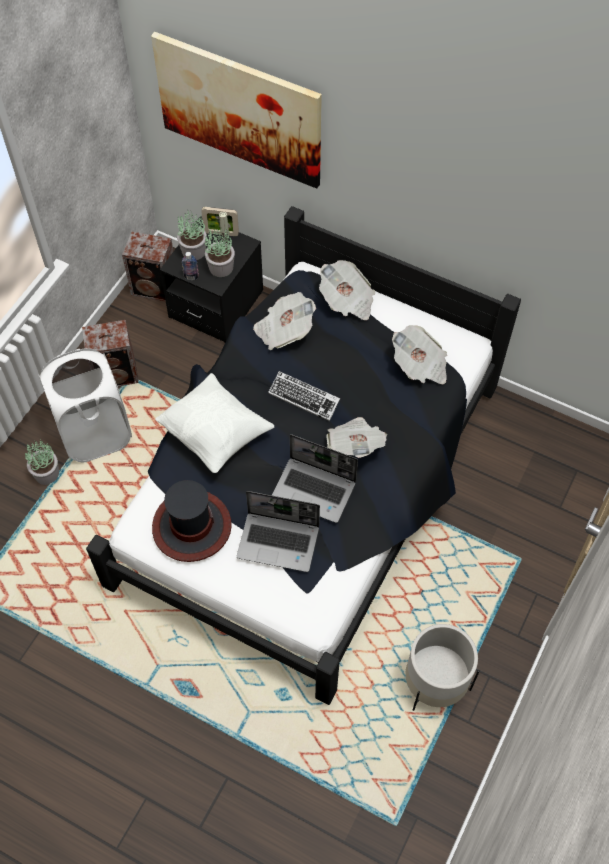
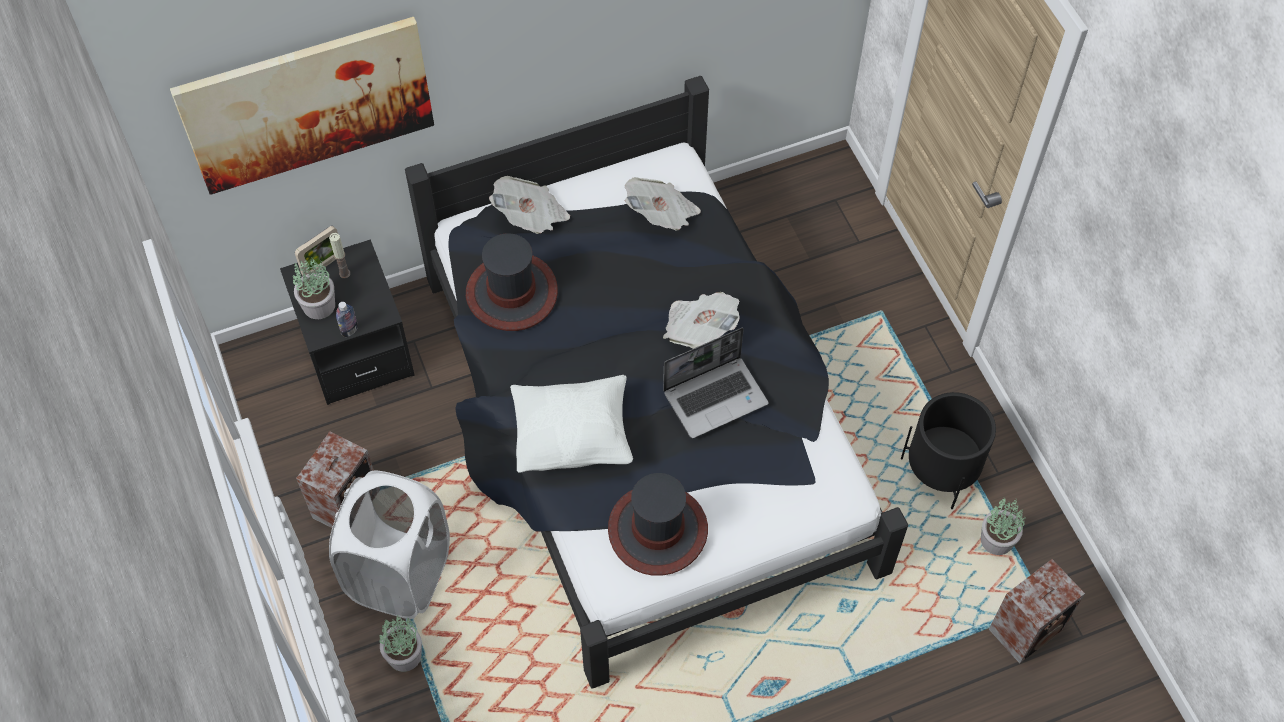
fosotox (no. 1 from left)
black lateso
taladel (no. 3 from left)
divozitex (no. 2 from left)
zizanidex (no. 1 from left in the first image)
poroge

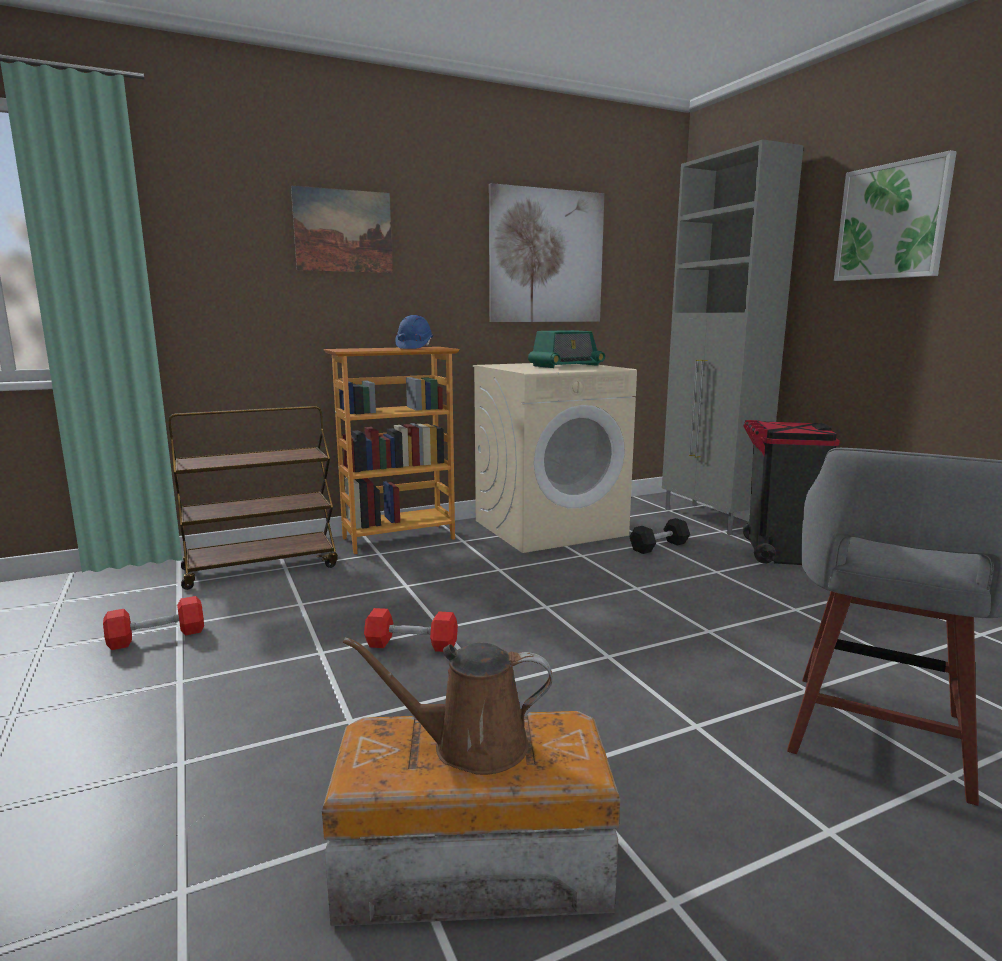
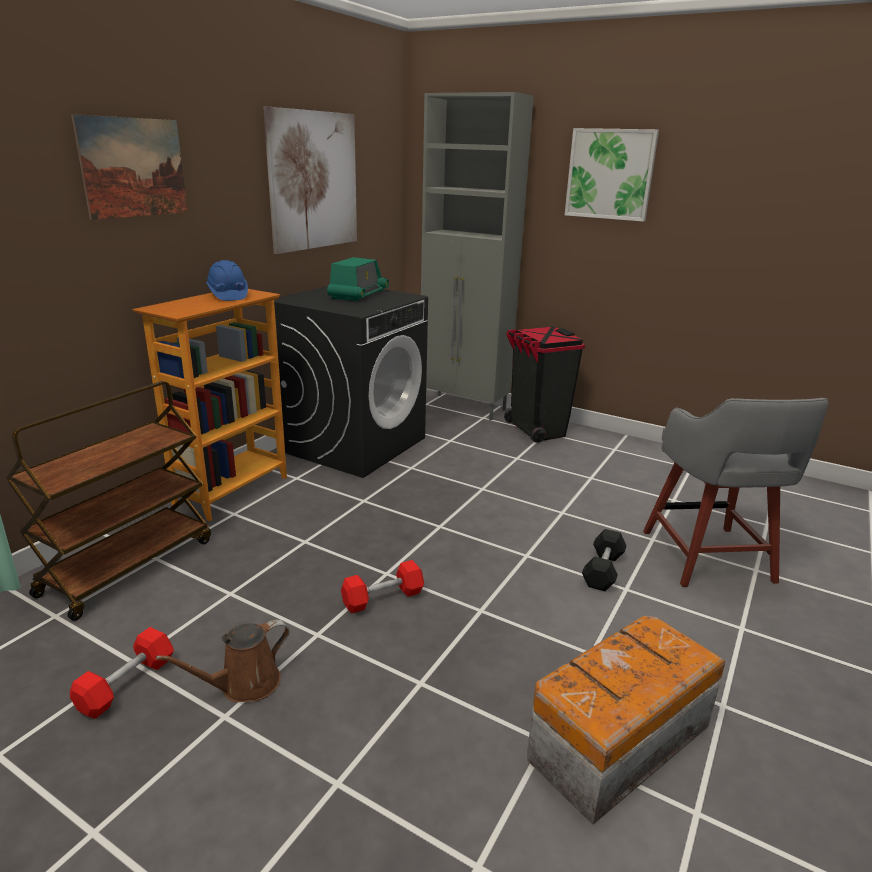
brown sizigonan
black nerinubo
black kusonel

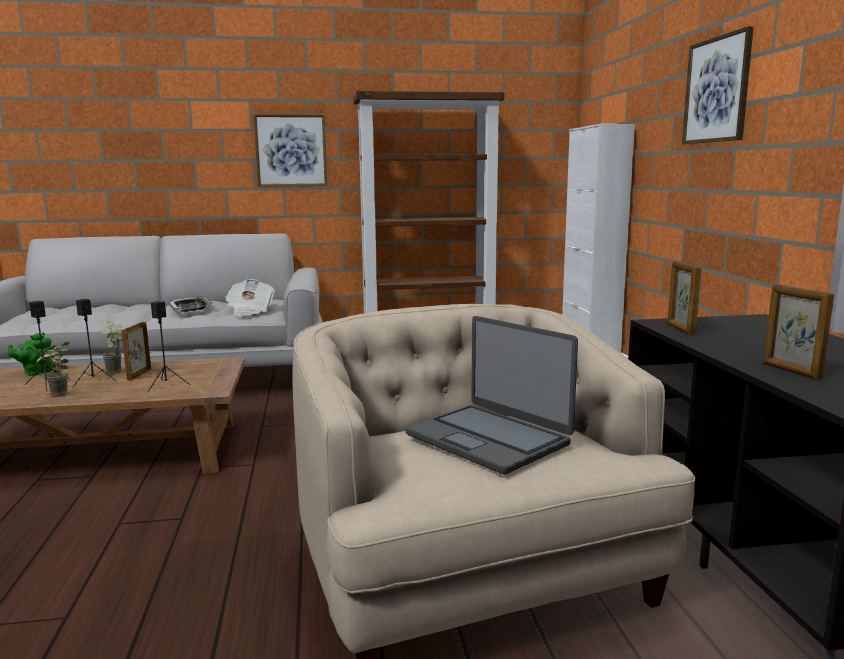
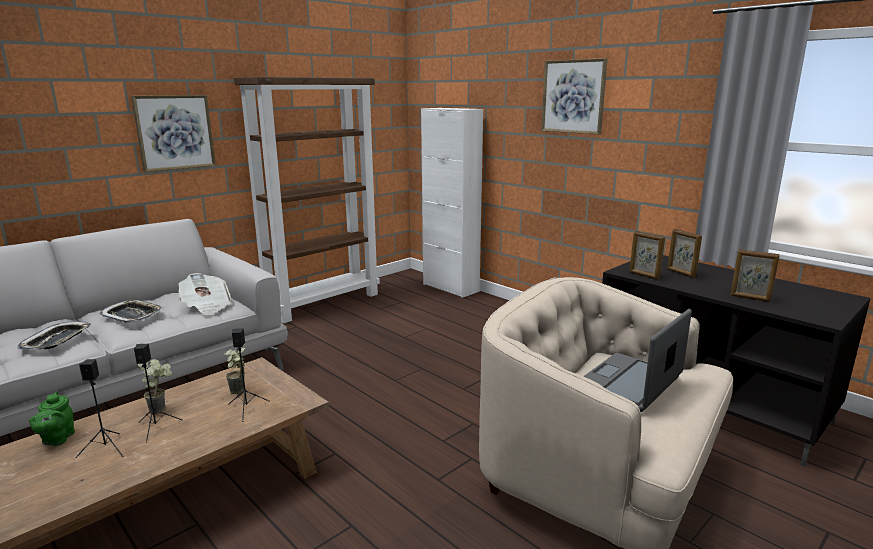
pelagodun (no. 1 from left)
taladel (no. 2 from left)
zizanidex
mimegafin (no. 2 from left)

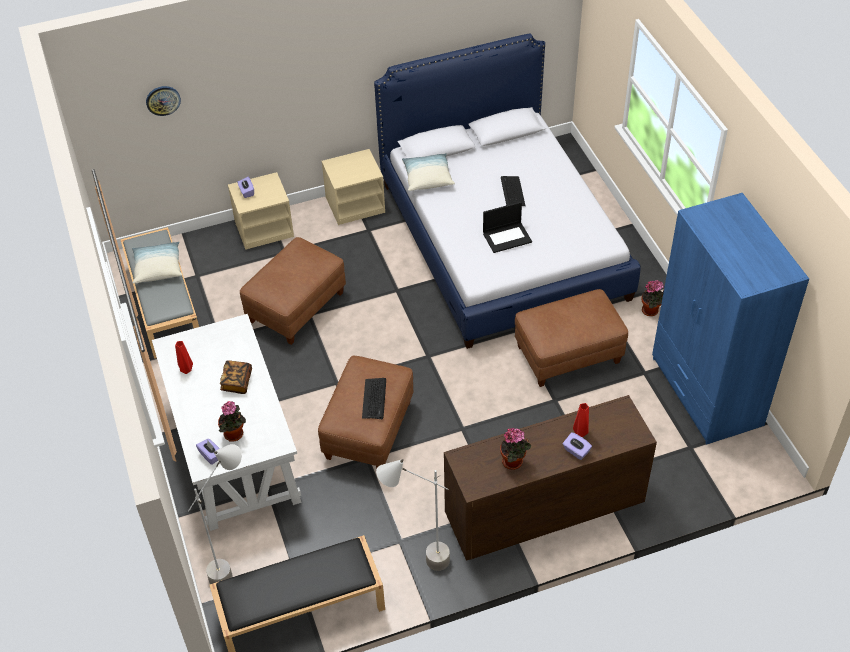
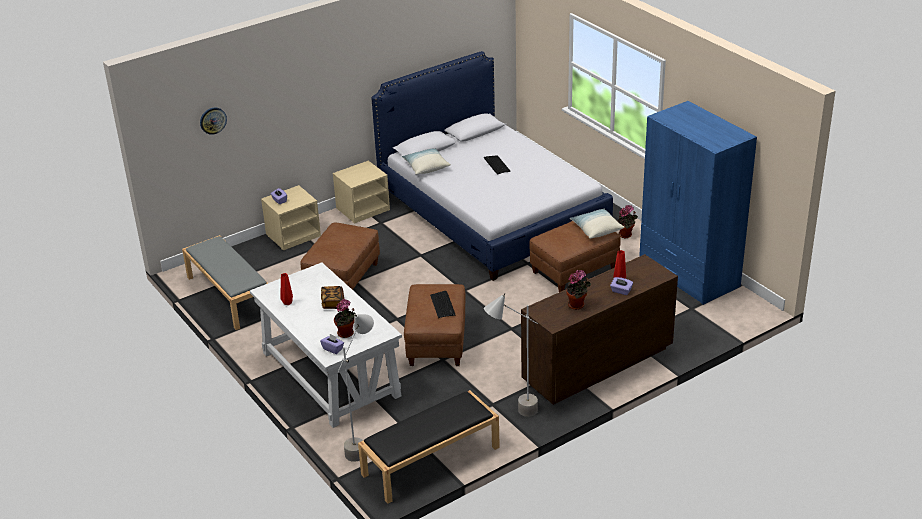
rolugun (no. 2 from left)
zizanidex

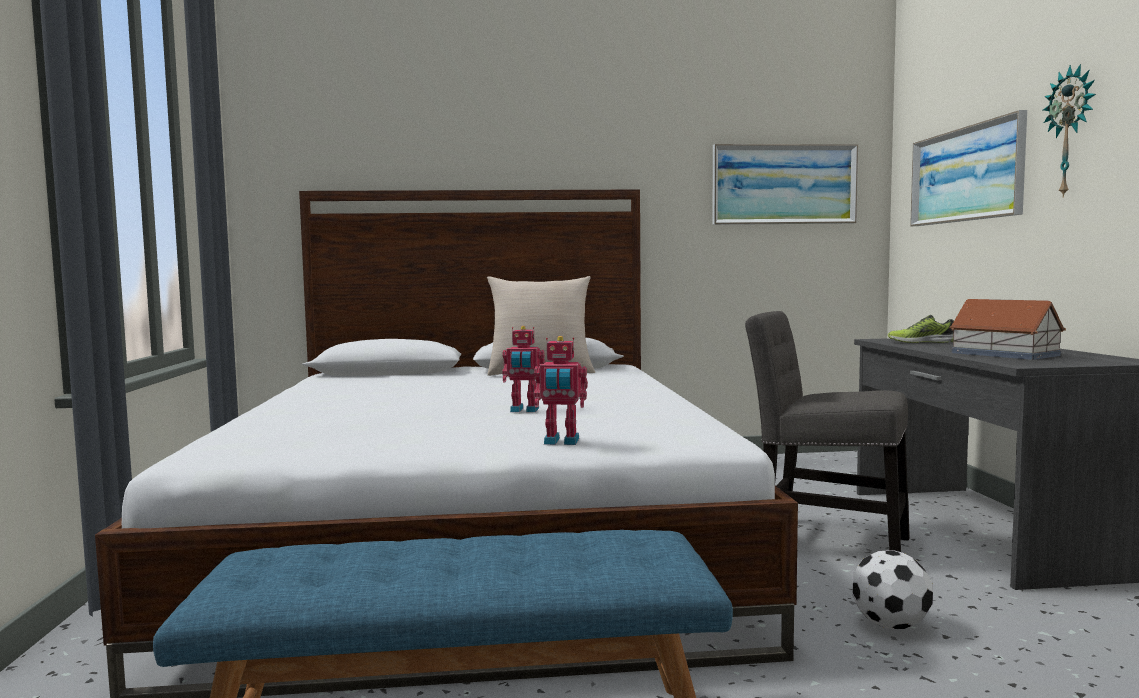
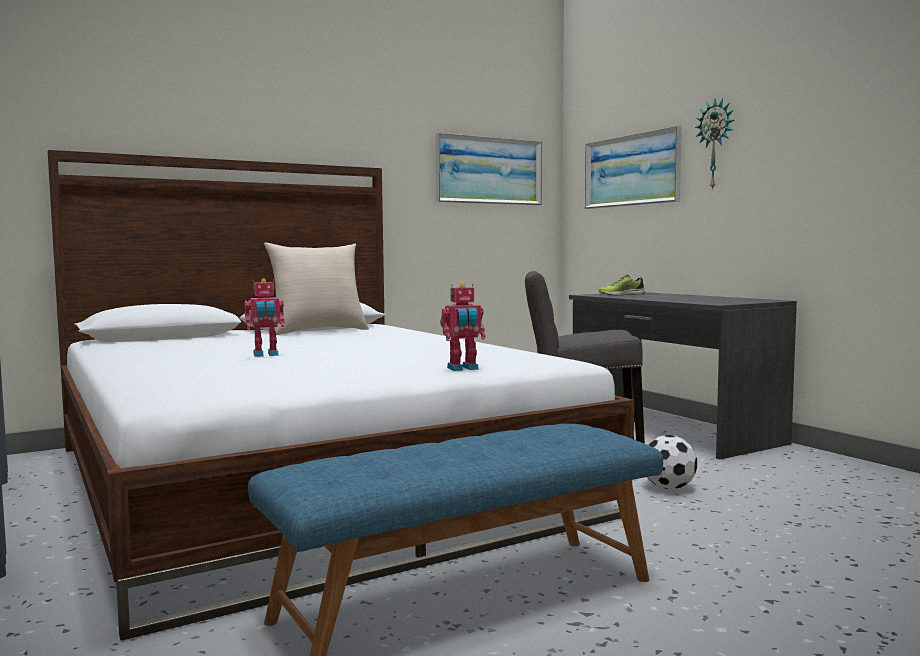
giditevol (no. 1 from left)
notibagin

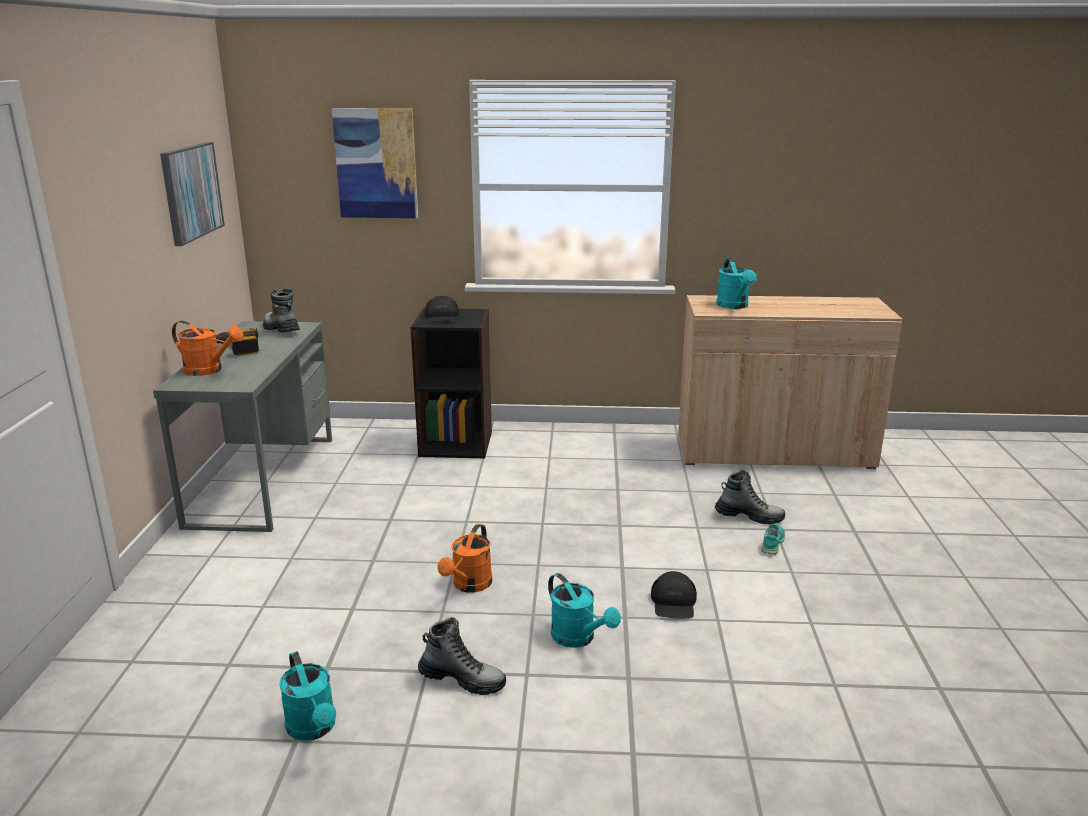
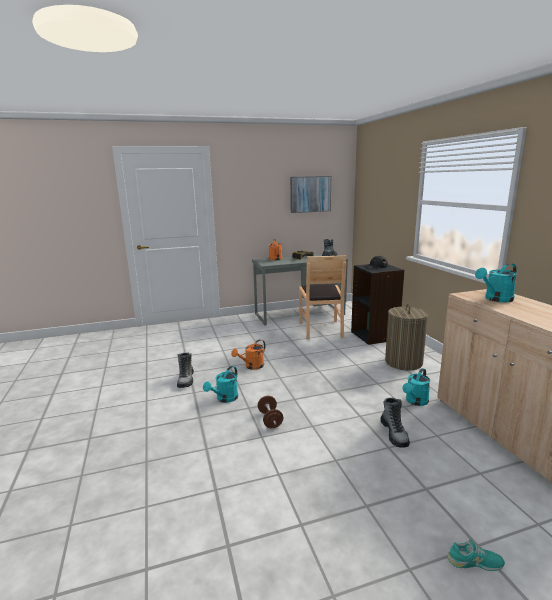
orange sizigonan (no. 1 from left)
brown kusonel
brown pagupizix
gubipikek
turquoise sizigonan (no. 2 from left)
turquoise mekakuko
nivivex (no. 2 from left in the first image)

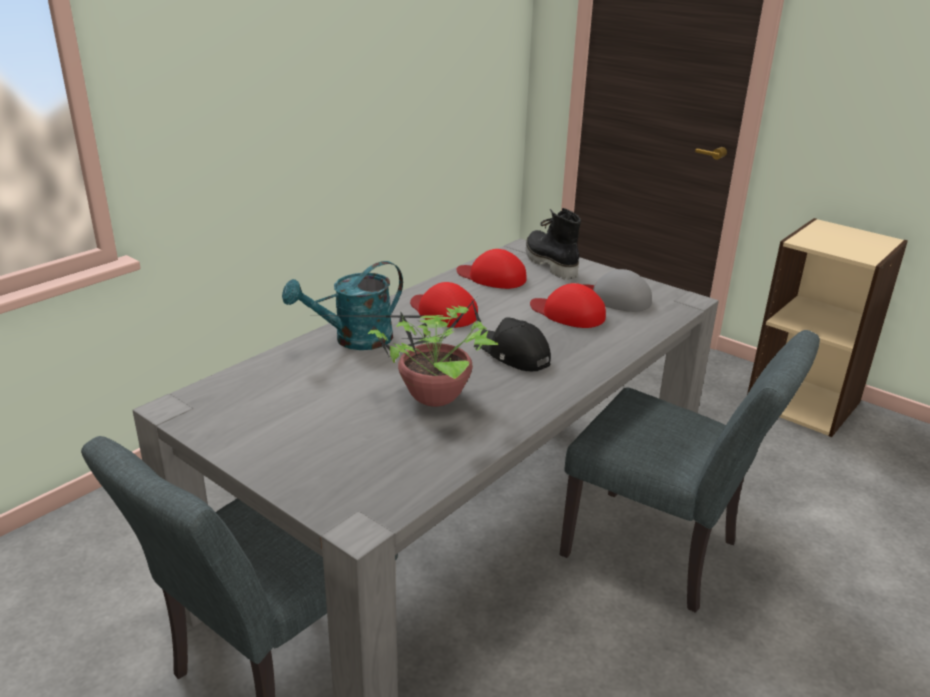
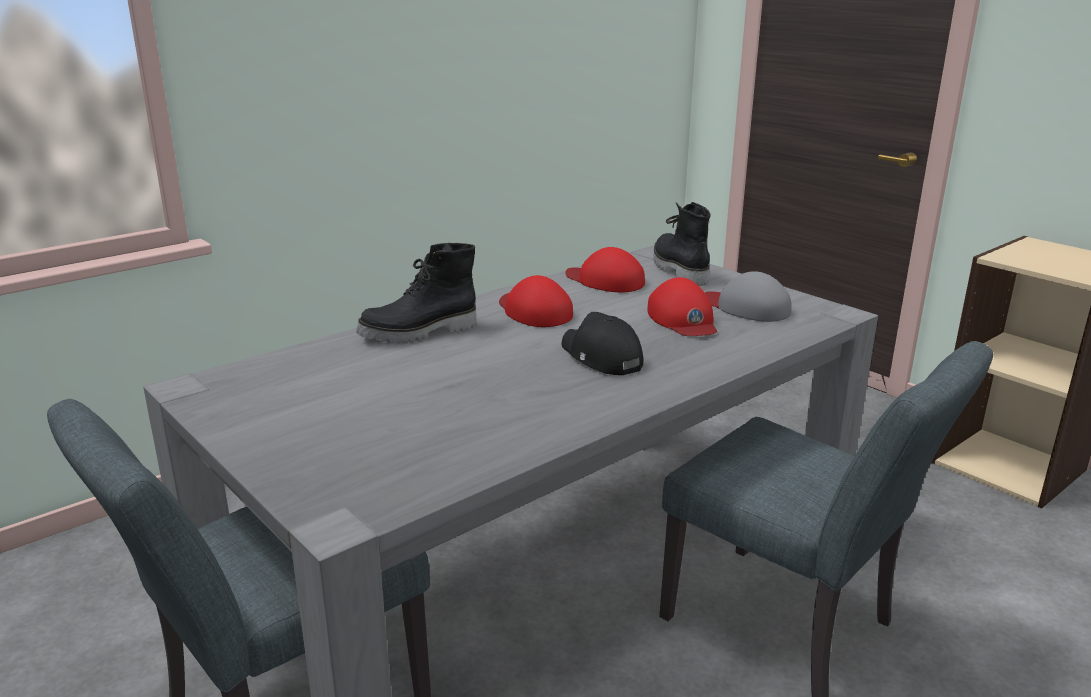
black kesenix (no. 1 from left)
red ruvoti (no. 3 from left)
taladel

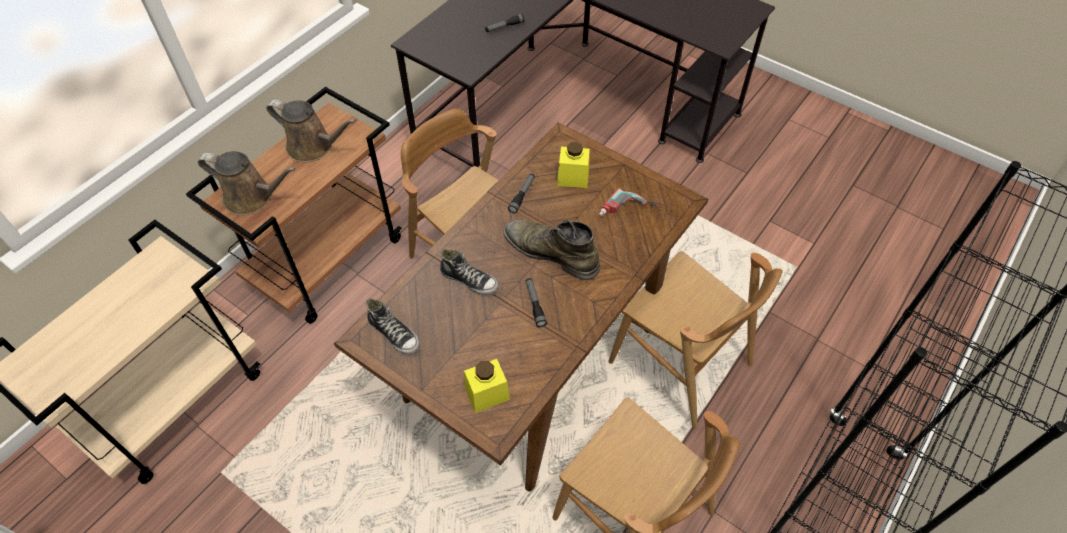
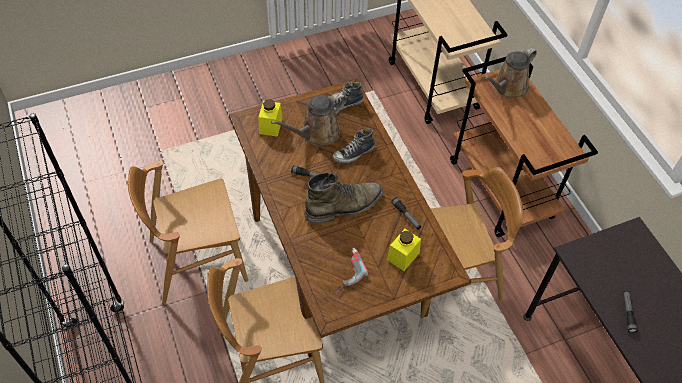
brown sizigonan (no. 1 from left)

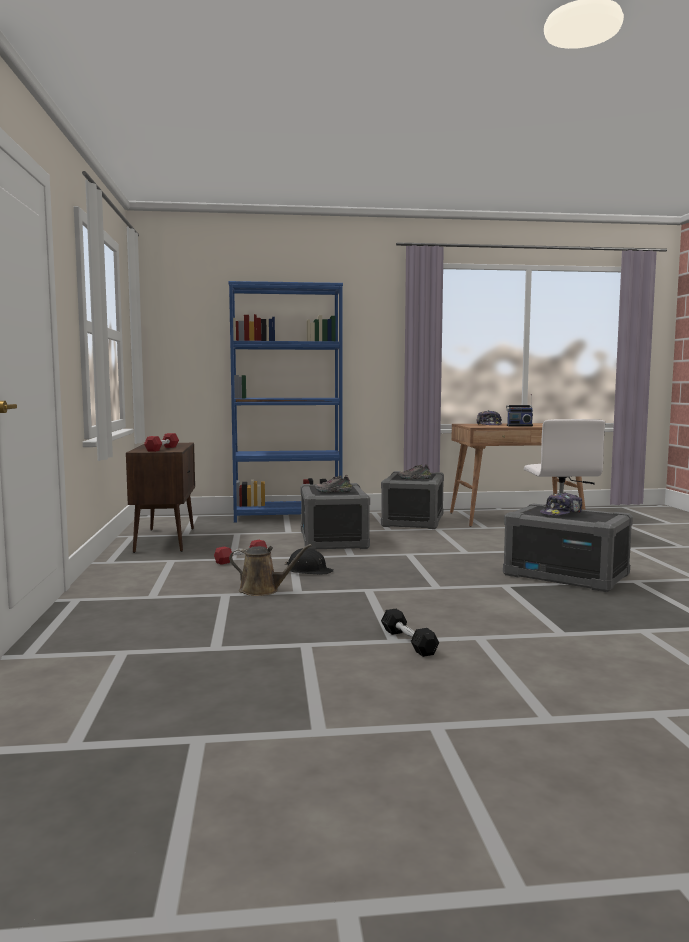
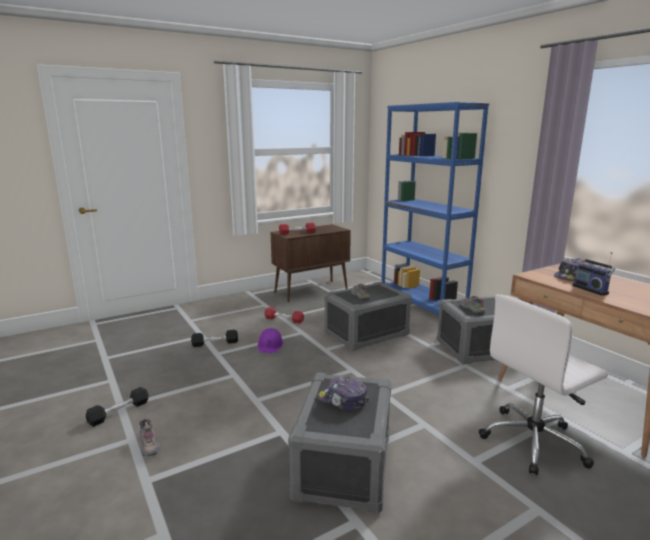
mekakuko (no. 1 from left)
black kusonel (no. 2 from left)
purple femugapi

